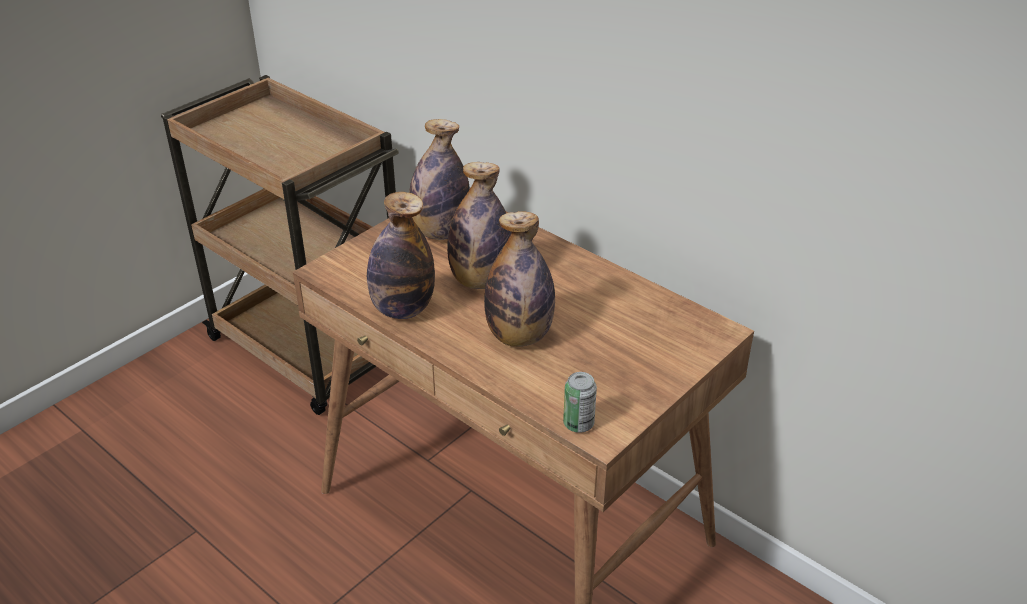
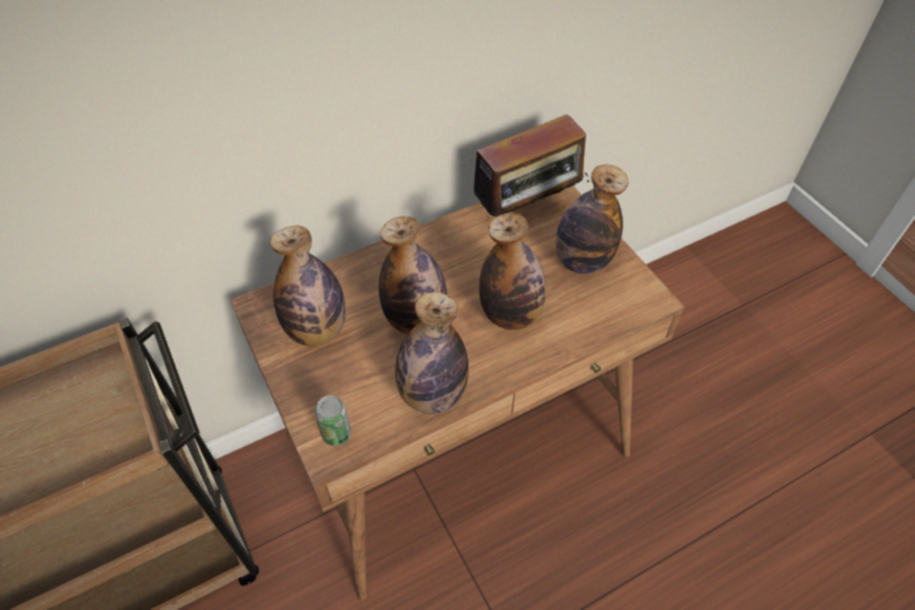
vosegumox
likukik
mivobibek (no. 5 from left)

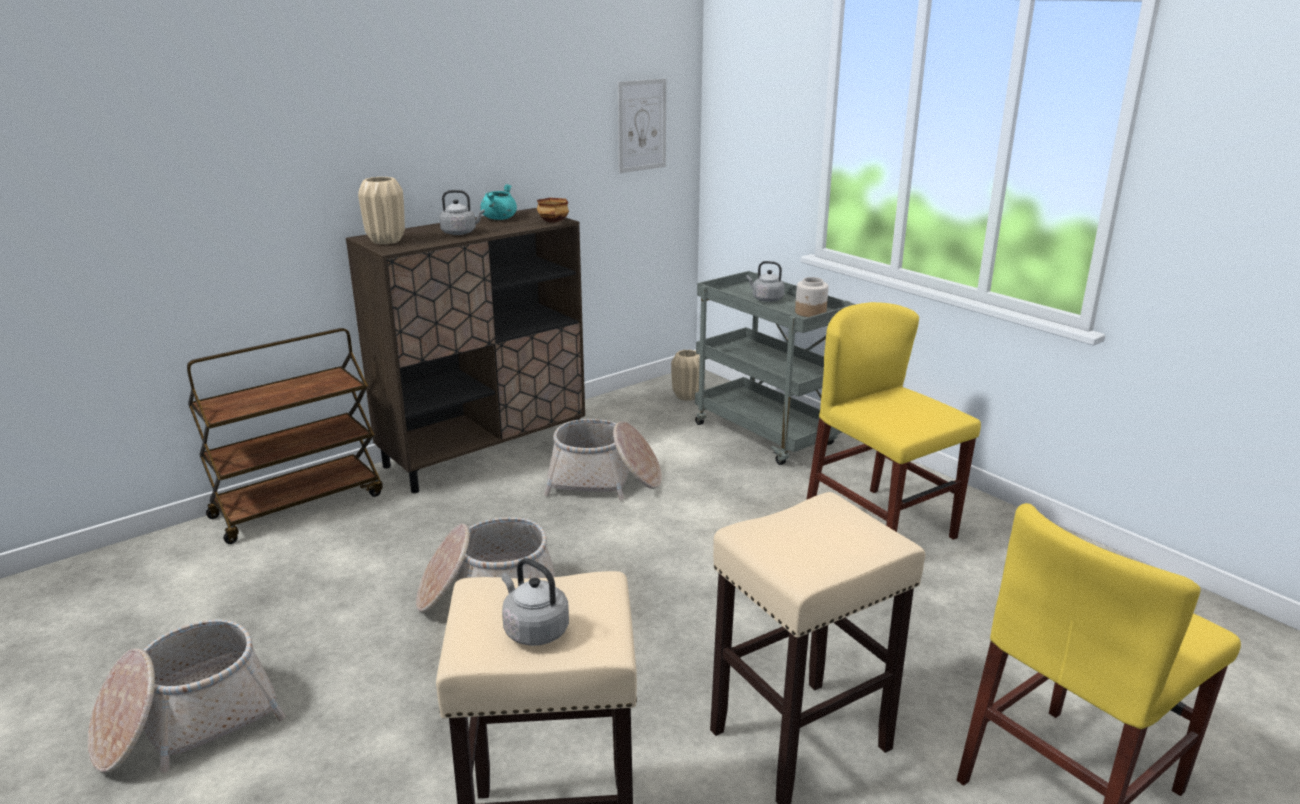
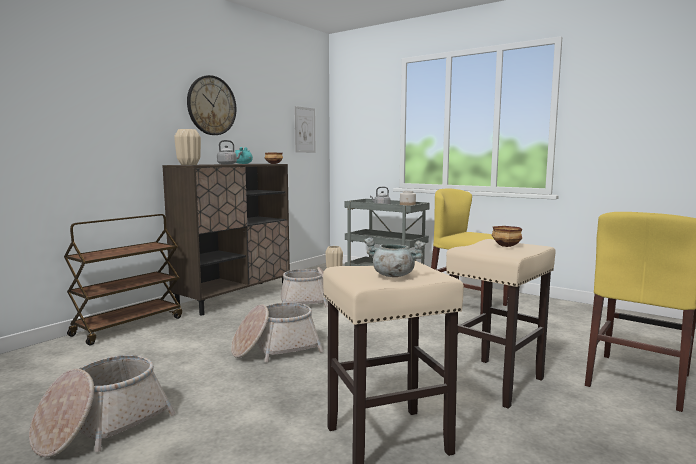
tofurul
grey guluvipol
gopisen (no. 2 from left)

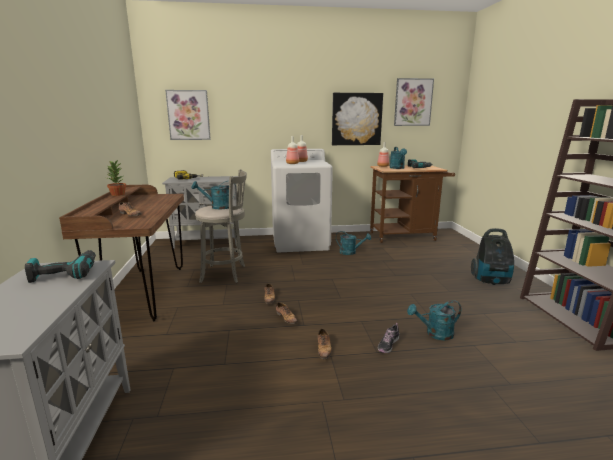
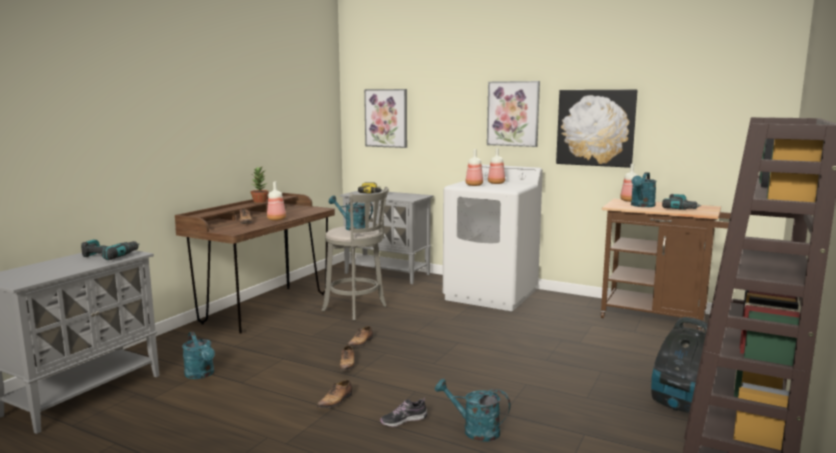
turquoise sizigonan (no. 1 from left)
mivobibek (no. 1 from left)
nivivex (no. 2 from left)

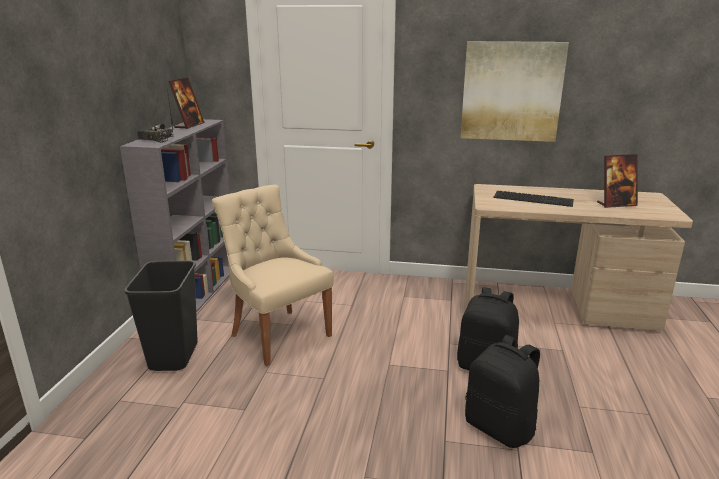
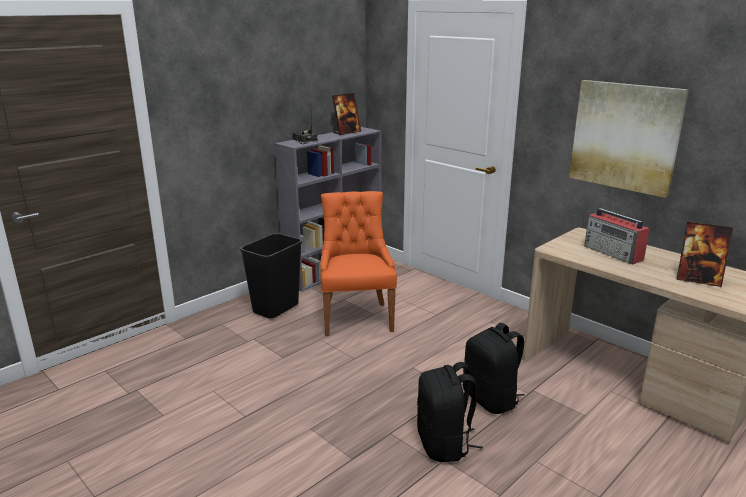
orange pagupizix
likukik (no. 2 from left)

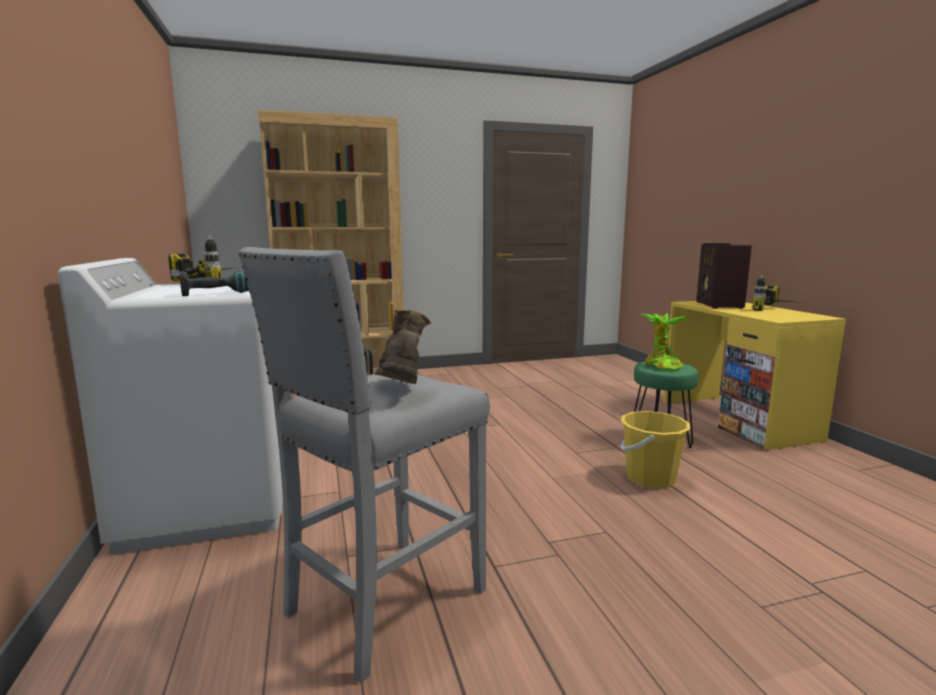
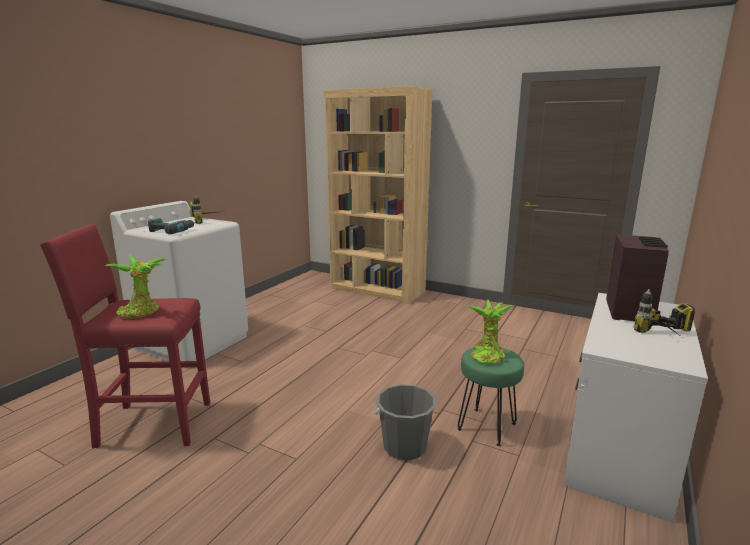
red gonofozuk
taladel (no. 1 from left)
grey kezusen
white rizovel
likukik

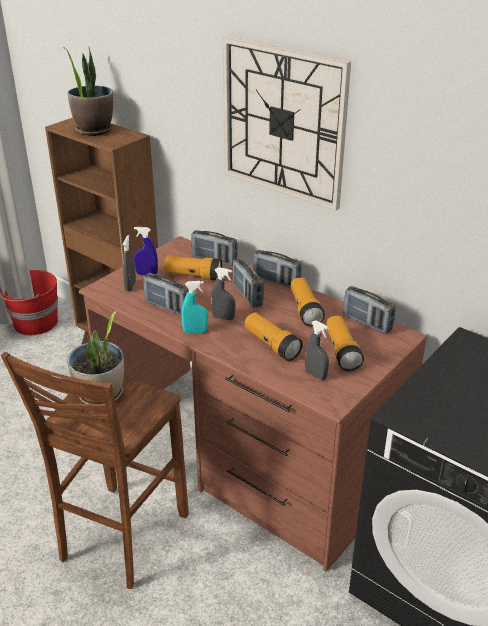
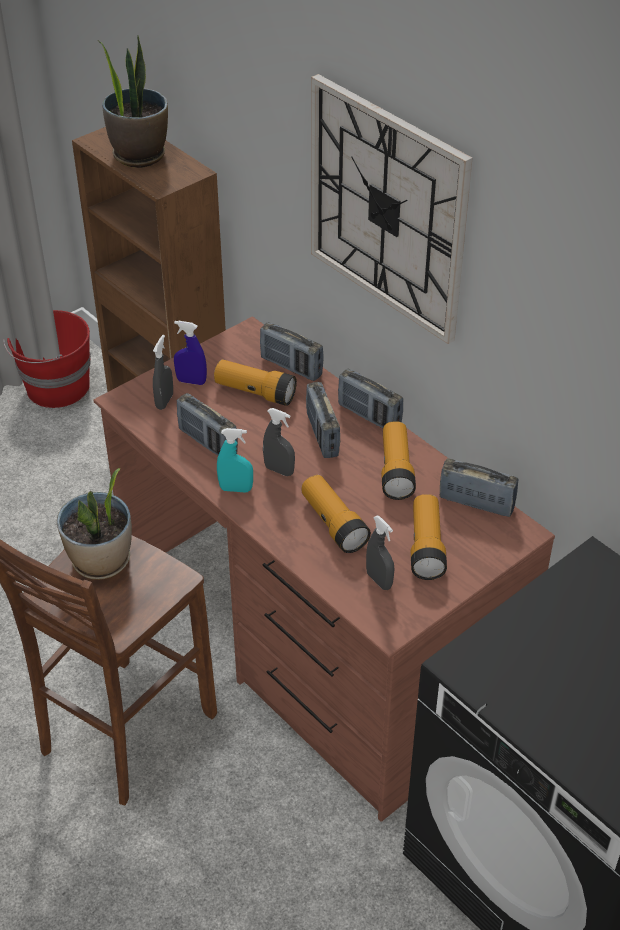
likukik (no. 5 from left)

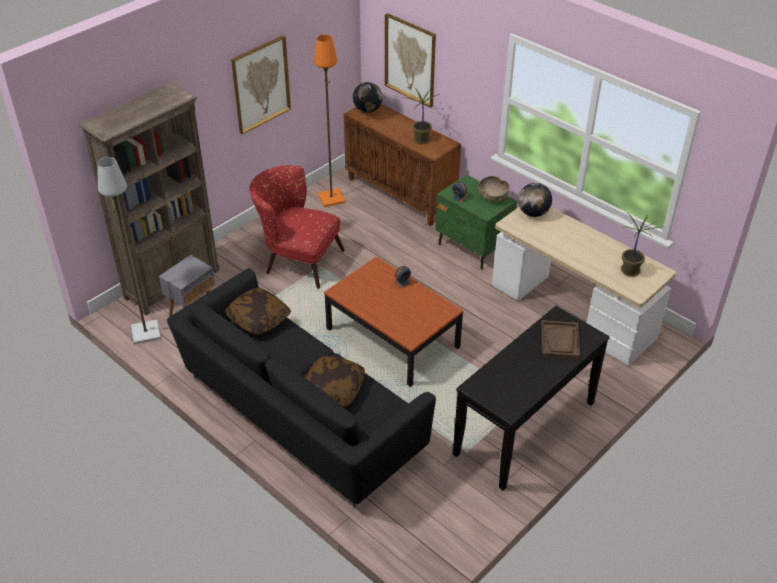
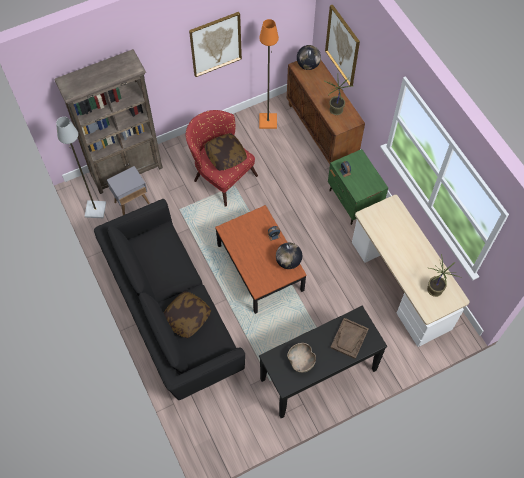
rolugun (no. 2 from left)
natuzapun (no. 1 from left)
brown gopisen

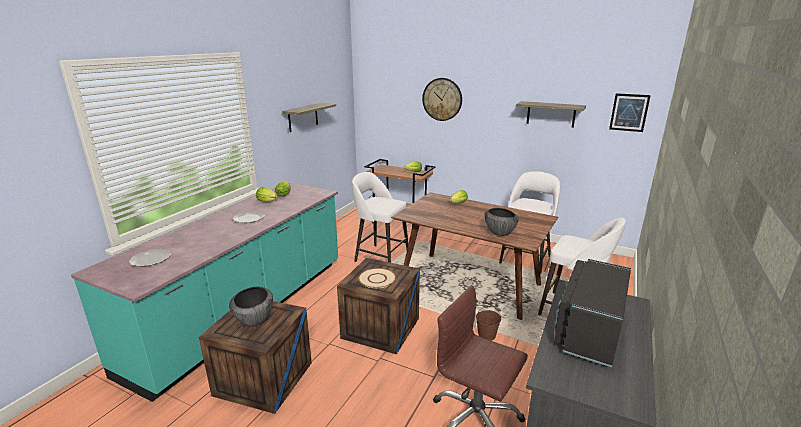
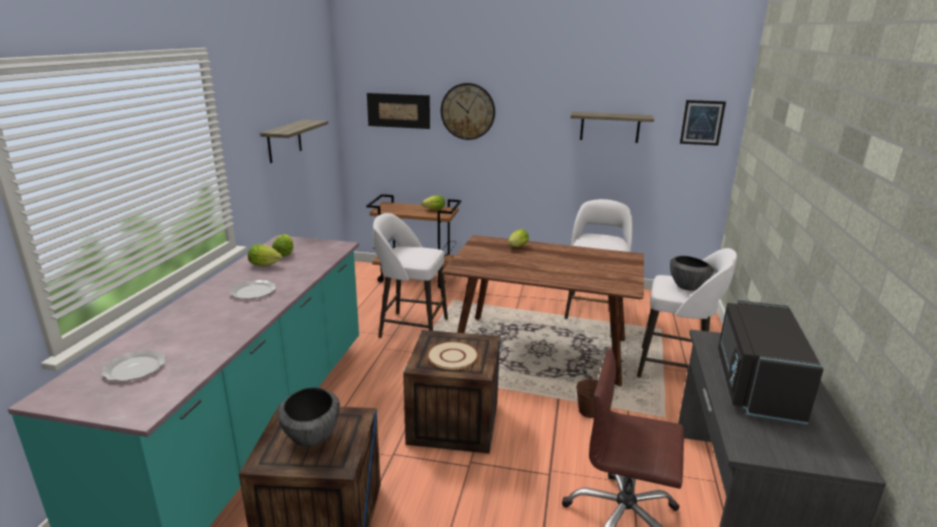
nivivex (no. 1 from left)
gopisen (no. 2 from left)

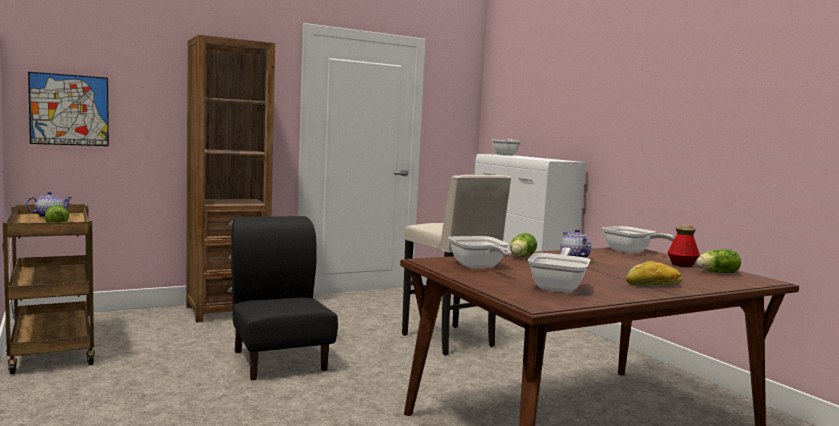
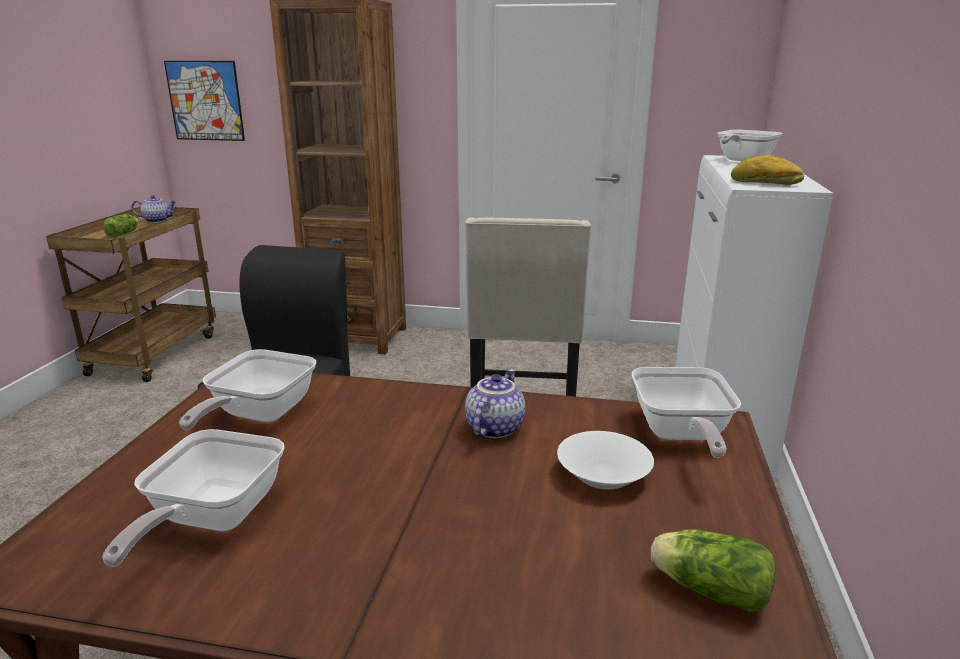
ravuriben (no. 1 from left)
white gopisen
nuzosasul
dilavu (no. 2 from left in the first image)
mivobibek

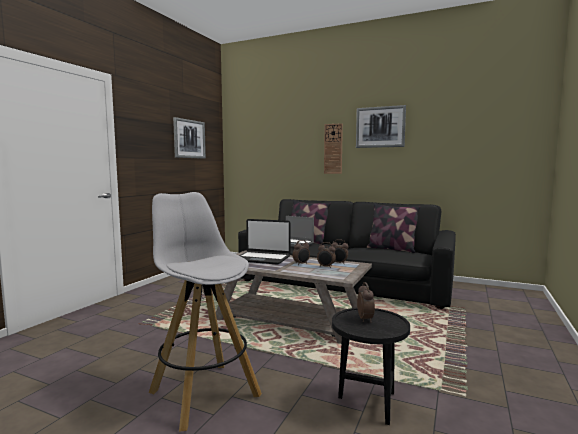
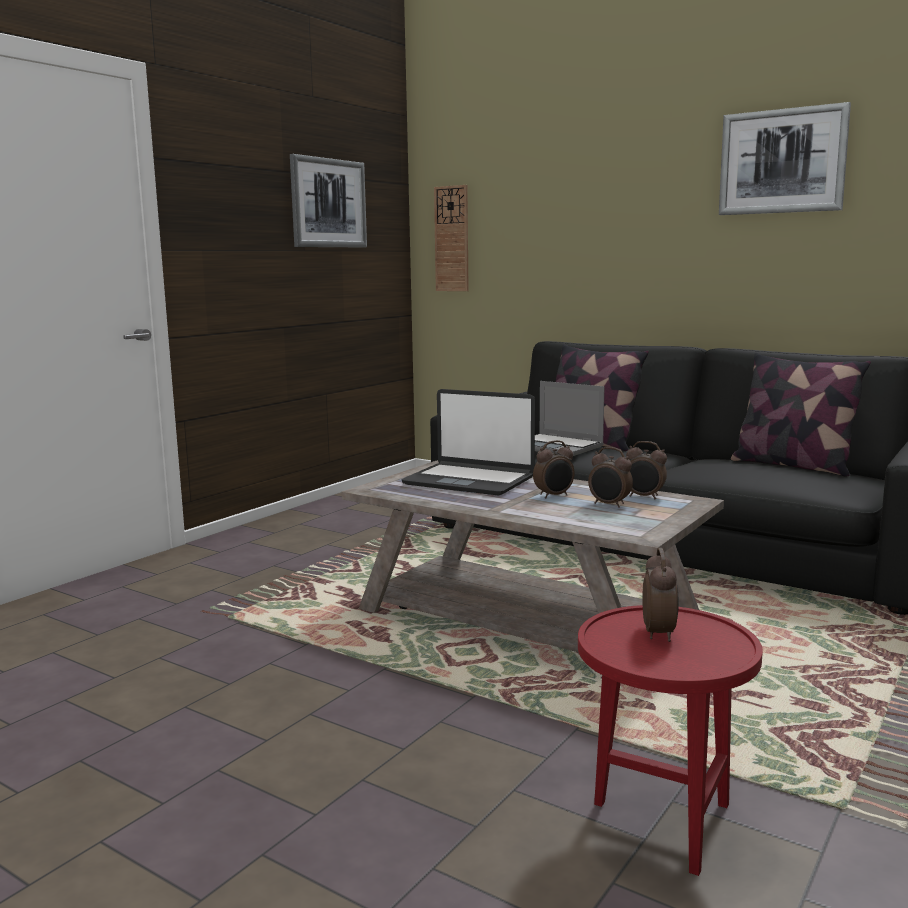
tofurul
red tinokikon
white gonofozuk

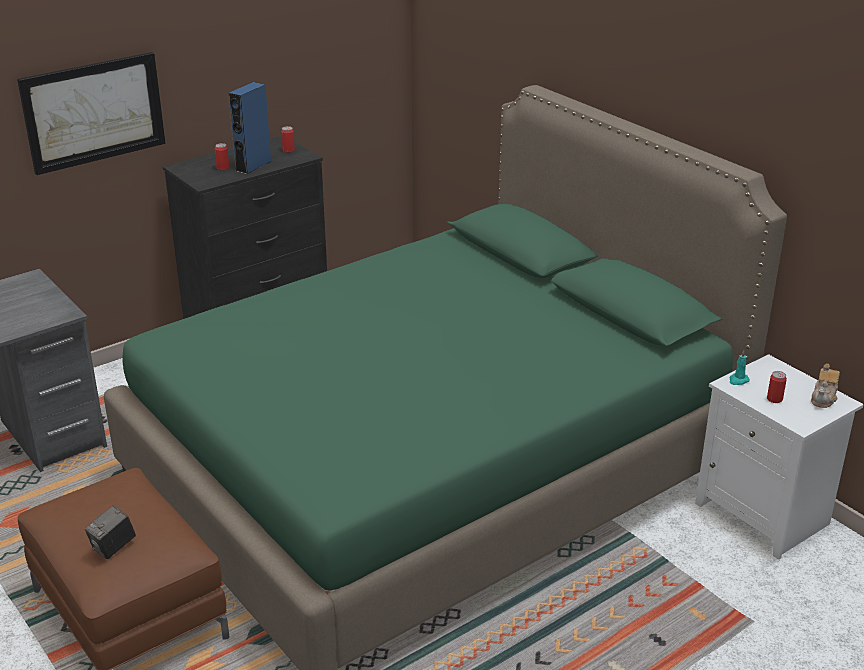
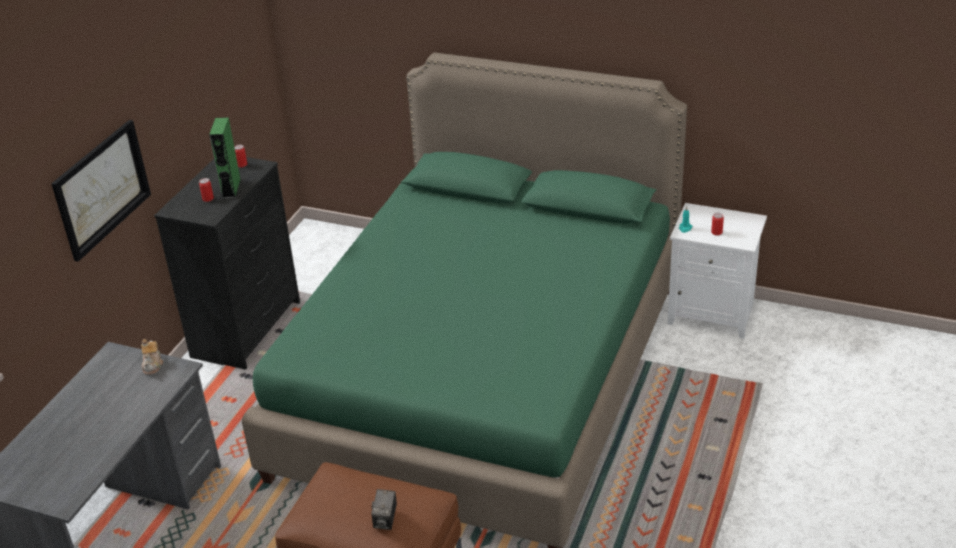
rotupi
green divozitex

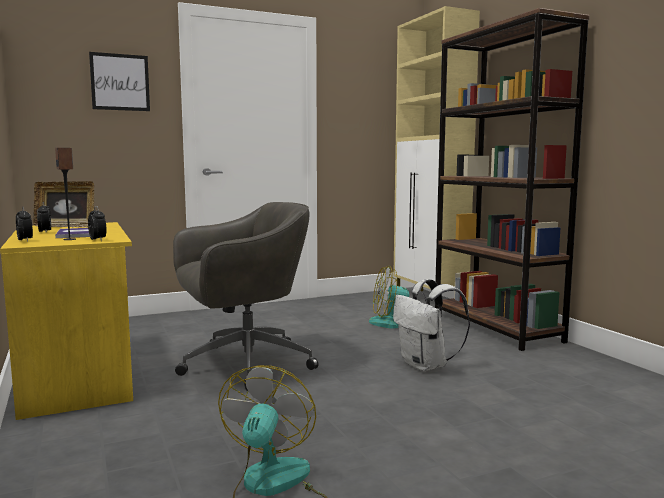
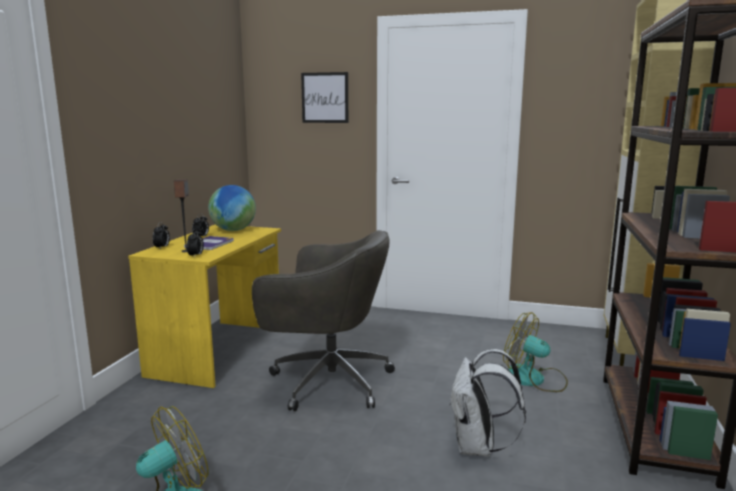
natuzapun

